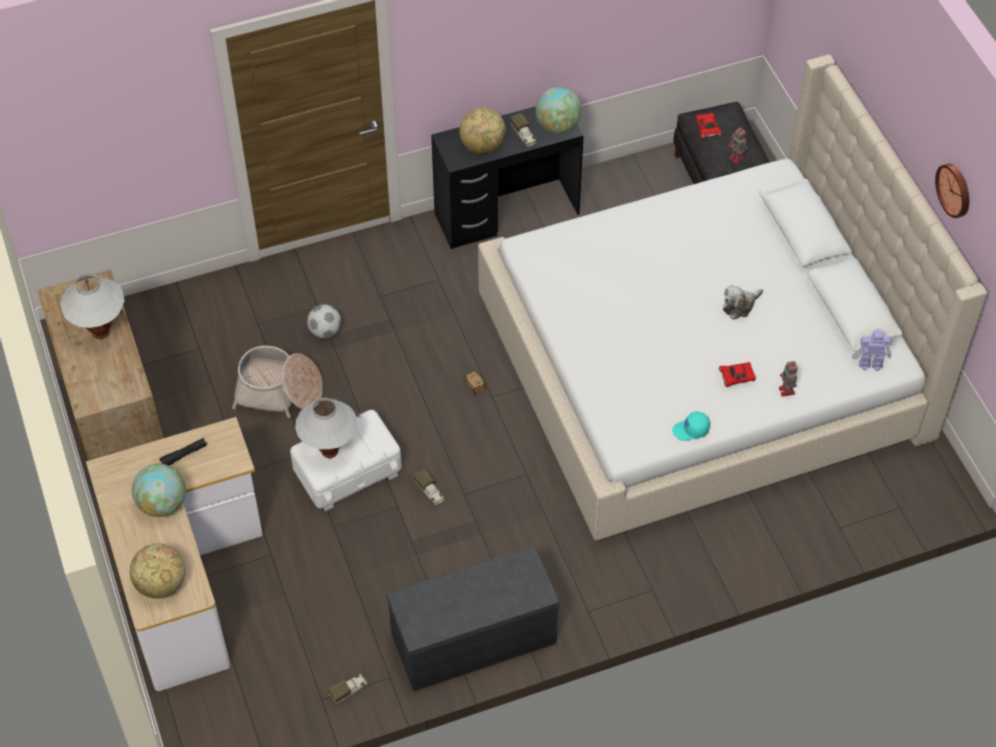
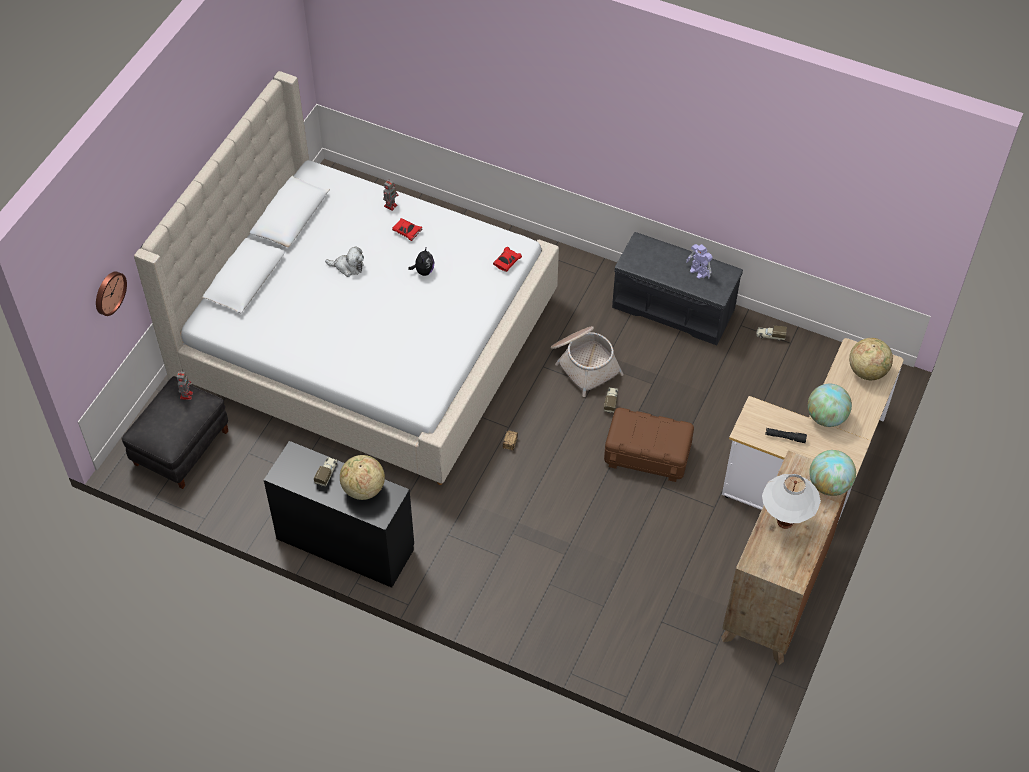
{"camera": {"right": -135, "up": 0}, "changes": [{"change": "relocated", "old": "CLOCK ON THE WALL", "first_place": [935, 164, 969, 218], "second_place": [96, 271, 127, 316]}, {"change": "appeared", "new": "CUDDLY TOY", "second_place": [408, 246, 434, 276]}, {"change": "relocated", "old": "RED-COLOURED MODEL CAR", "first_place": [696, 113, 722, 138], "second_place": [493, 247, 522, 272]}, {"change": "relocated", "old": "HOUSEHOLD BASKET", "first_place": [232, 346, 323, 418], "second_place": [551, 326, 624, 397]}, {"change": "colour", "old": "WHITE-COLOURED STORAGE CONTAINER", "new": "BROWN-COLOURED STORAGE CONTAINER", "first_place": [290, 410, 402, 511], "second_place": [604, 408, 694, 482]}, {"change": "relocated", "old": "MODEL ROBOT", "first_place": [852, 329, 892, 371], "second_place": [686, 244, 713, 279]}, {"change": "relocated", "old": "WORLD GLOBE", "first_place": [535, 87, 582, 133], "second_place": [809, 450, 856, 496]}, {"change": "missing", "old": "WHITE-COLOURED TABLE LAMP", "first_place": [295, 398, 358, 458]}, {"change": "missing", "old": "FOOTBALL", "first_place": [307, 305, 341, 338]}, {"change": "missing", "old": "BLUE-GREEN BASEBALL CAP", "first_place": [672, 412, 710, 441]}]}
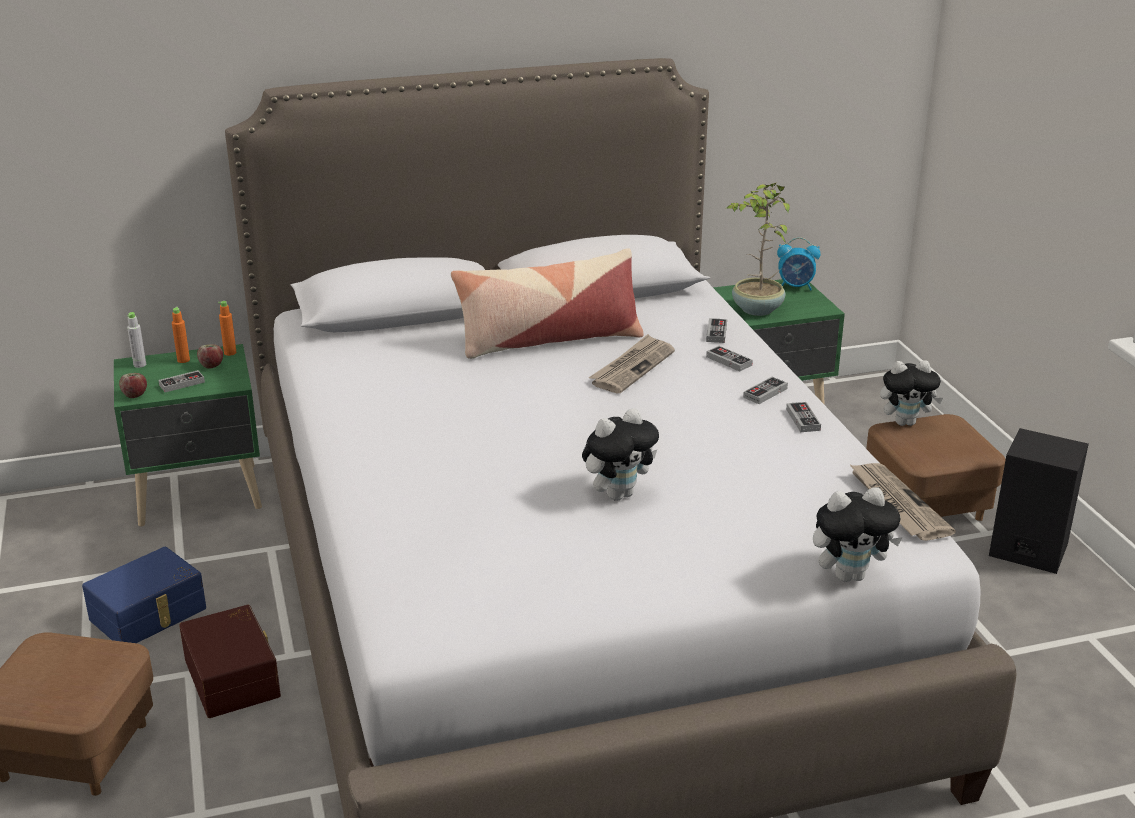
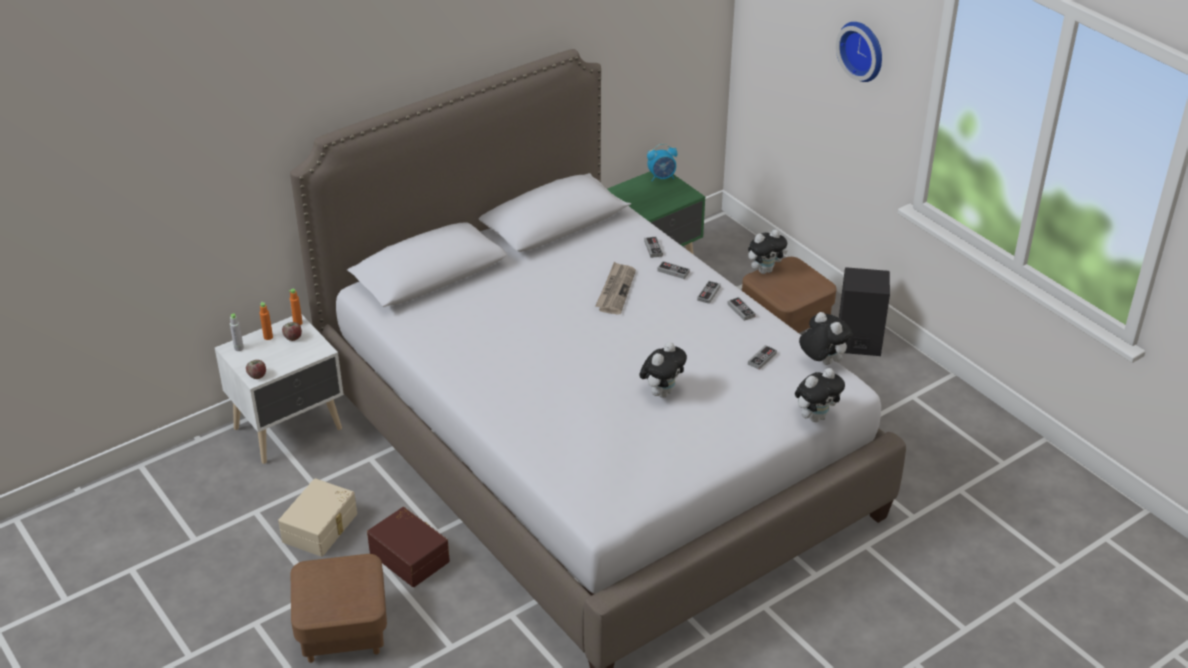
{"camera": {"right": -20, "up": 10}, "changes": [{"change": "colour", "old": "GREEN-COLOURED NIGHT TABLE", "new": "WHITE-COLOURED NIGHT TABLE", "first_place": [114, 344, 262, 526], "second_place": [215, 314, 344, 464]}, {"change": "colour", "old": "BLUE STORAGE CONTAINER", "new": "SAND-COLOURED STORAGE CONTAINER", "first_place": [82, 546, 206, 643], "second_place": [278, 478, 357, 557]}, {"change": "relocated", "old": "GAMEPAD", "first_place": [158, 370, 205, 392], "second_place": [748, 345, 777, 370]}, {"change": "exchanged", "old": "PRINTED PAPER", "new": "CUDDLY TOY", "first_place": [849, 463, 956, 541], "second_place": [799, 312, 852, 365]}, {"change": "appeared", "new": "CLOCK ON THE WALL", "second_place": [836, 22, 882, 82]}, {"change": "missing", "old": "PILLOW", "first_place": [451, 248, 644, 359]}, {"change": "missing", "old": "POTTED PLANT", "first_place": [727, 182, 790, 316]}]}
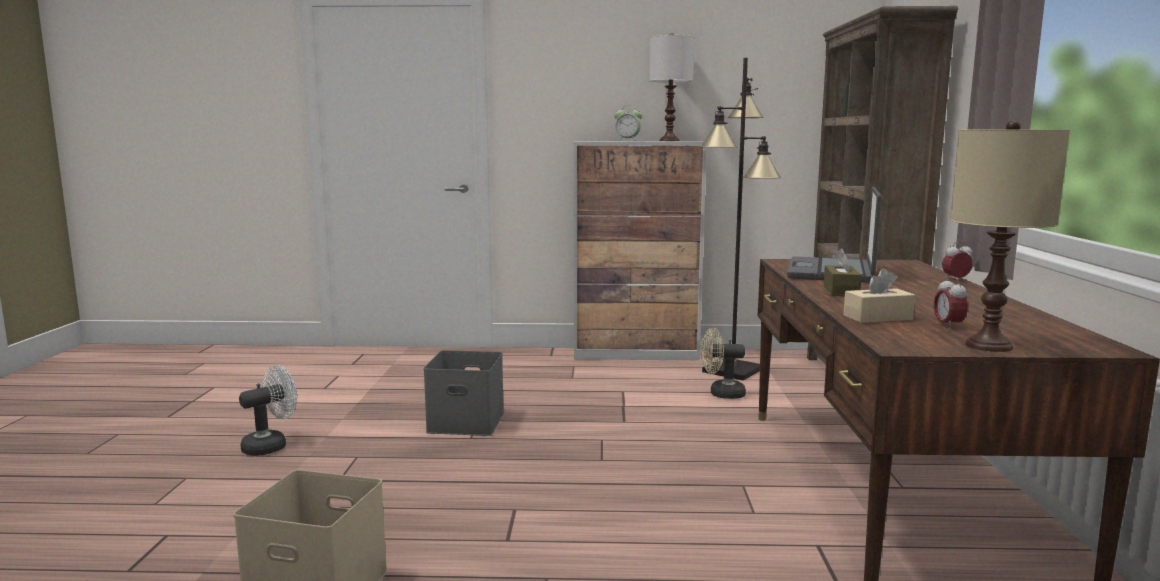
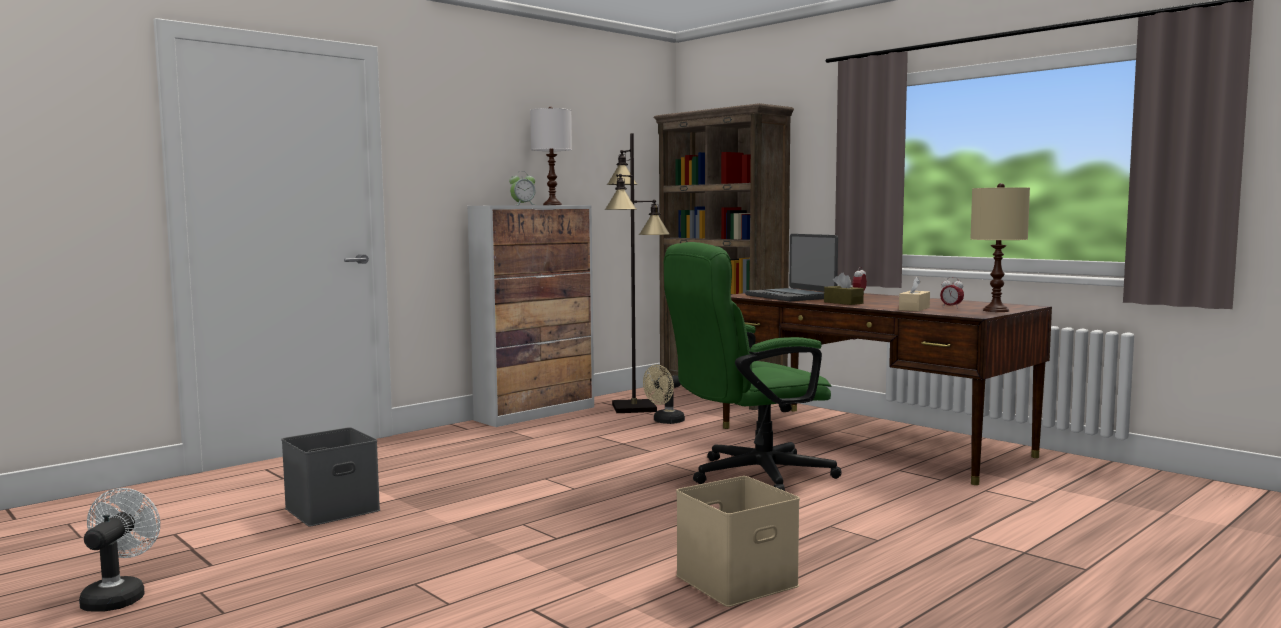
{"camera": {"right": -45, "up": -5}, "changes": [{"change": "relocated", "old": "WHITE-COLOURED ELECTRIC FAN", "first_place": [239, 365, 297, 456], "second_place": [79, 488, 160, 612]}, {"change": "relocated", "old": "GREY STORAGE CONTAINER", "first_place": [423, 350, 504, 436], "second_place": [282, 427, 380, 527]}, {"change": "appeared", "new": "GREEN-COLOURED COMPUTER CHAIR", "second_place": [664, 242, 842, 491]}]}
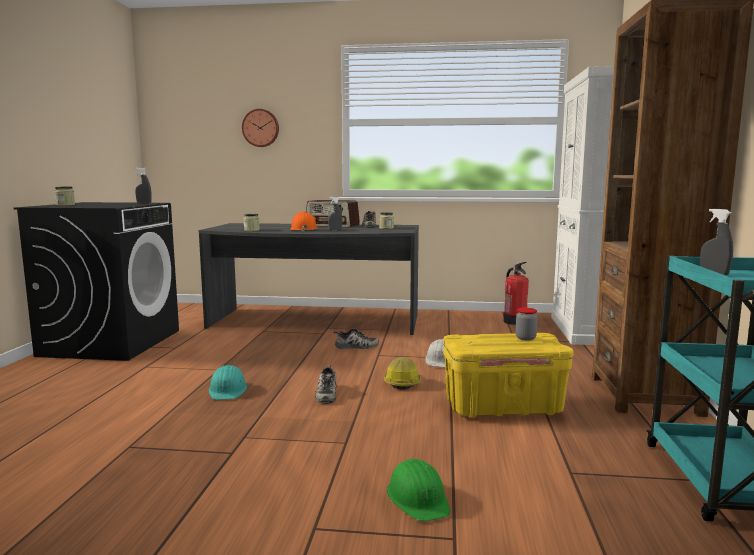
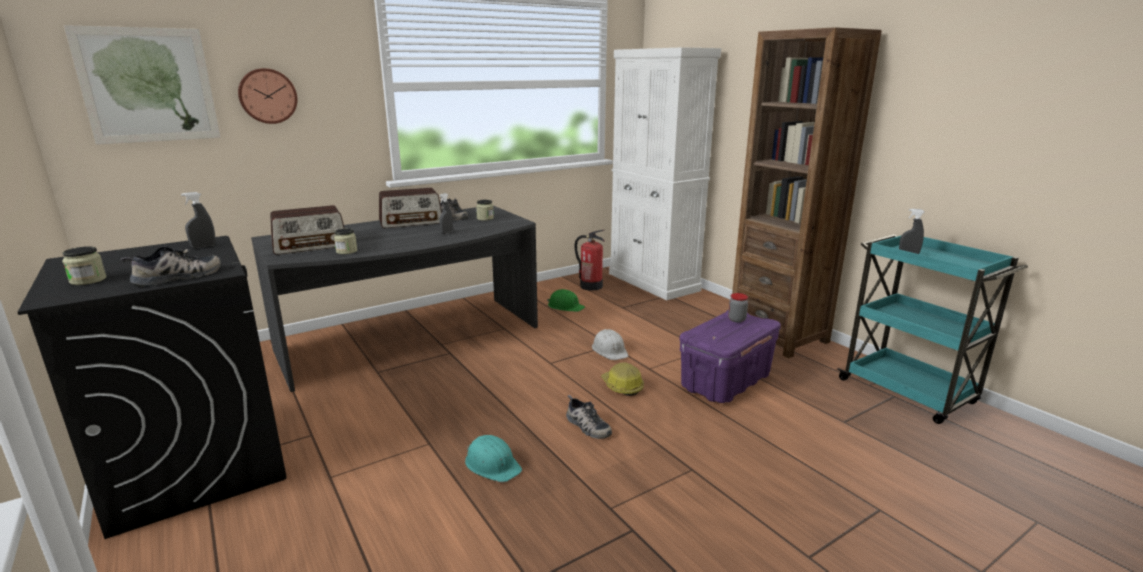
{"camera": {"right": -40, "up": 10}, "changes": [{"change": "appeared", "new": "WALL PICTURE", "second_place": [64, 25, 220, 145]}, {"change": "relocated", "old": "LOW SHOE", "first_place": [333, 328, 379, 349], "second_place": [121, 246, 221, 287]}, {"change": "appeared", "new": "RADIO RECEIVER", "second_place": [270, 205, 344, 255]}, {"change": "relocated", "old": "GREEN-COLOURED HARD HAT", "first_place": [387, 459, 450, 521], "second_place": [547, 289, 585, 312]}, {"change": "colour", "old": "YELLOWISH STORAGE CONTAINER", "new": "PURPLE-COLOURED STORAGE CONTAINER", "first_place": [443, 333, 574, 418], "second_place": [679, 310, 781, 403]}, {"change": "missing", "old": "ORANGE HARD HAT", "first_place": [291, 212, 318, 231]}]}
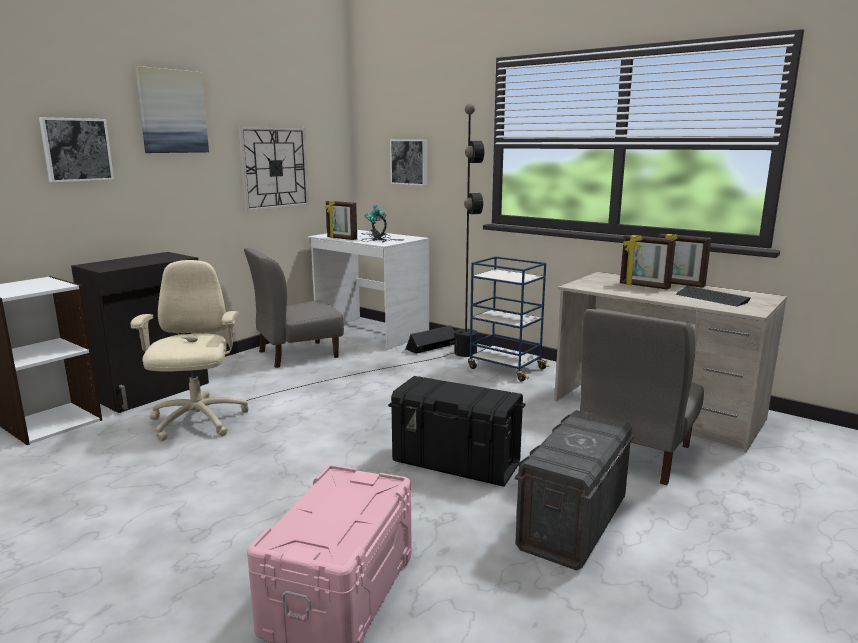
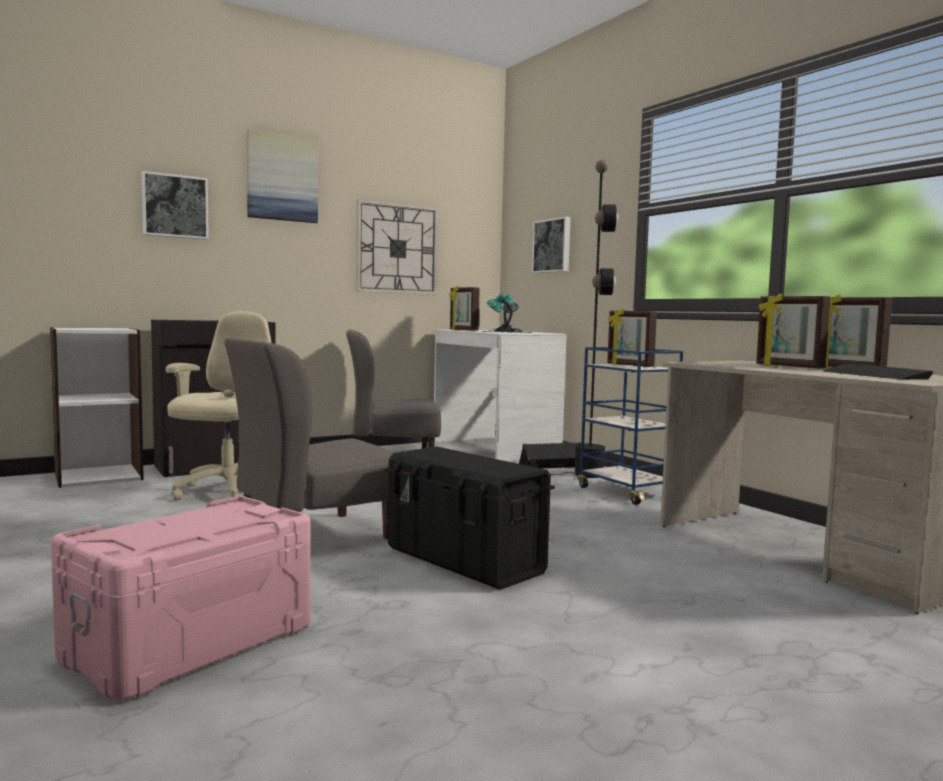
{"camera": {"right": 20, "up": -10}, "changes": [{"change": "relocated", "old": "GREY PLAIN CHAIR", "first_place": [580, 309, 704, 485], "second_place": [225, 338, 394, 540]}, {"change": "appeared", "new": "PHOTO FRAME", "second_place": [607, 308, 657, 367]}, {"change": "missing", "old": "GREY STORAGE CONTAINER", "first_place": [515, 410, 634, 571]}]}
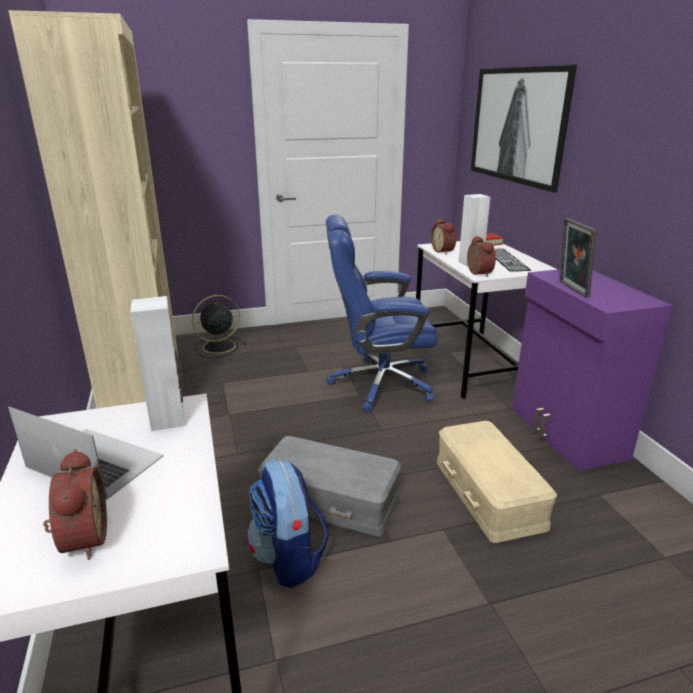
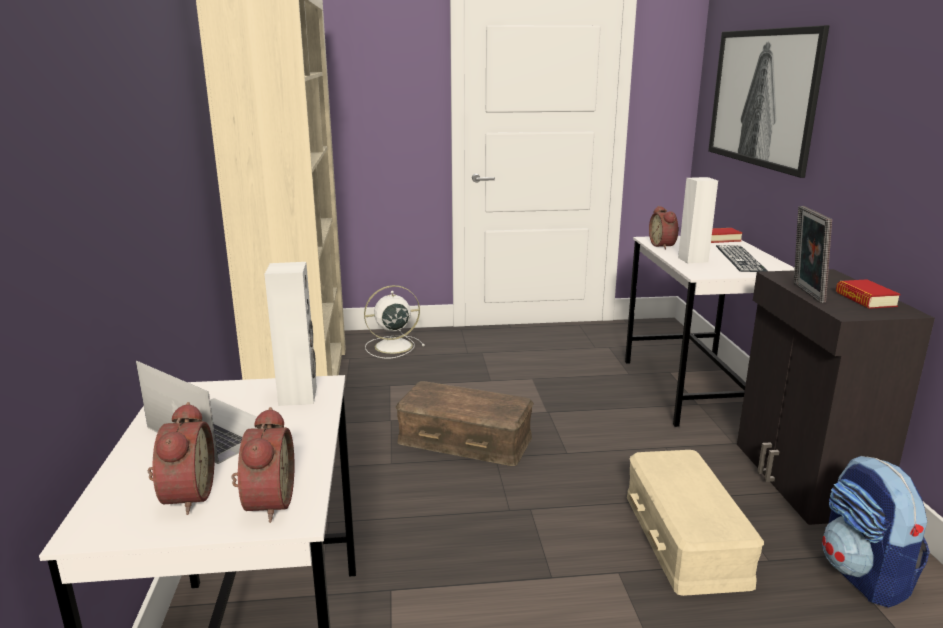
{"camera": {"right": 10, "up": -5}, "changes": [{"change": "relocated", "old": "BEDSIDE CLOCK", "first_place": [467, 236, 496, 277], "second_place": [231, 407, 294, 523]}, {"change": "colour", "old": "BLACK-COLOURED ELECTRIC FAN", "new": "WHITE-COLOURED ELECTRIC FAN", "first_place": [192, 295, 246, 358], "second_place": [364, 285, 425, 358]}, {"change": "appeared", "new": "BROWN-COLOURED STORAGE CONTAINER", "second_place": [396, 381, 534, 466]}, {"change": "colour", "old": "PURPLE-COLOURED STORAGE CABINET", "new": "BLACK-COLOURED STORAGE CABINET", "first_place": [512, 269, 673, 471], "second_place": [737, 269, 935, 525]}, {"change": "relocated", "old": "RUCKSACK", "first_place": [247, 458, 329, 588], "second_place": [822, 456, 930, 608]}, {"change": "appeared", "new": "BOUND BOOK", "second_place": [836, 279, 901, 309]}, {"change": "missing", "old": "GREY STORAGE CONTAINER", "first_place": [258, 436, 401, 536]}, {"change": "missing", "old": "BLUE COMPUTER CHAIR", "first_place": [326, 214, 438, 413]}]}
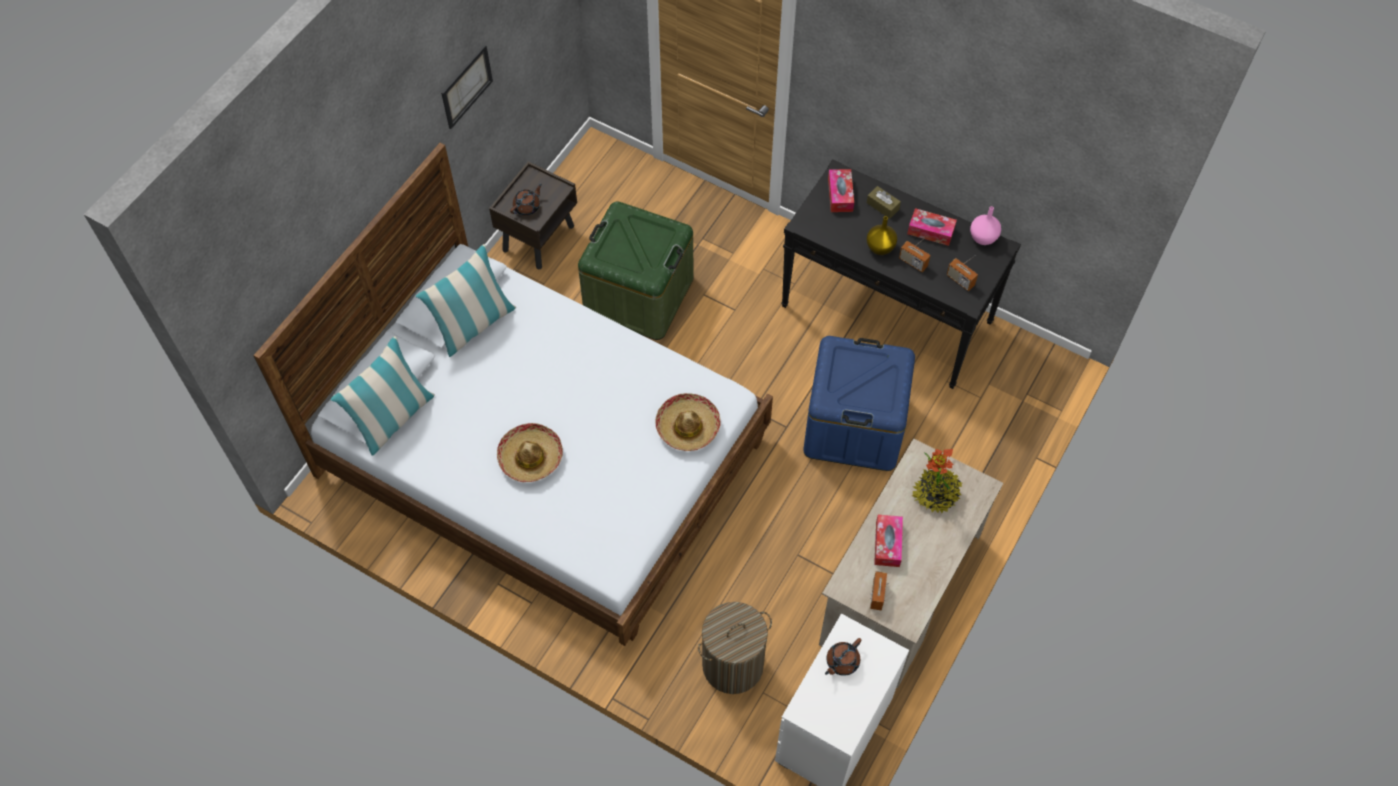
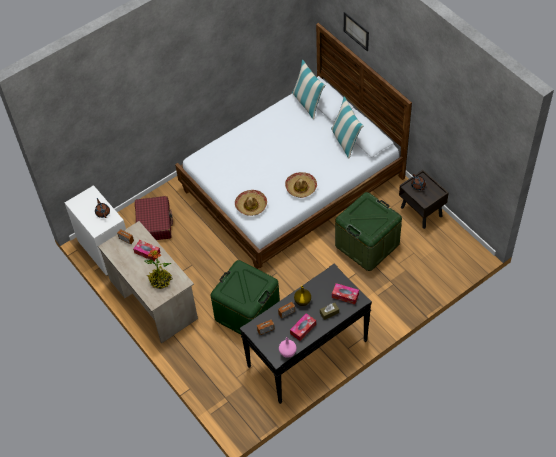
{"camera": {"right": 115, "up": -5}, "changes": [{"change": "exchanged", "old": "LAUNDRY BASKET", "new": "RED-COLOURED PIECE OF LUGGAGE", "first_place": [698, 602, 772, 694], "second_place": [135, 196, 173, 240]}, {"change": "colour", "old": "BLUE STORAGE CONTAINER", "new": "GREEN-COLOURED STORAGE CONTAINER", "first_place": [803, 336, 915, 471], "second_place": [211, 260, 280, 335]}, {"change": "relocated", "old": "CLOTHING HAT", "first_place": [497, 423, 563, 482], "second_place": [285, 172, 317, 198]}, {"change": "relocated", "old": "WALL PICTURE", "first_place": [441, 44, 493, 129], "second_place": [344, 12, 369, 51]}]}
